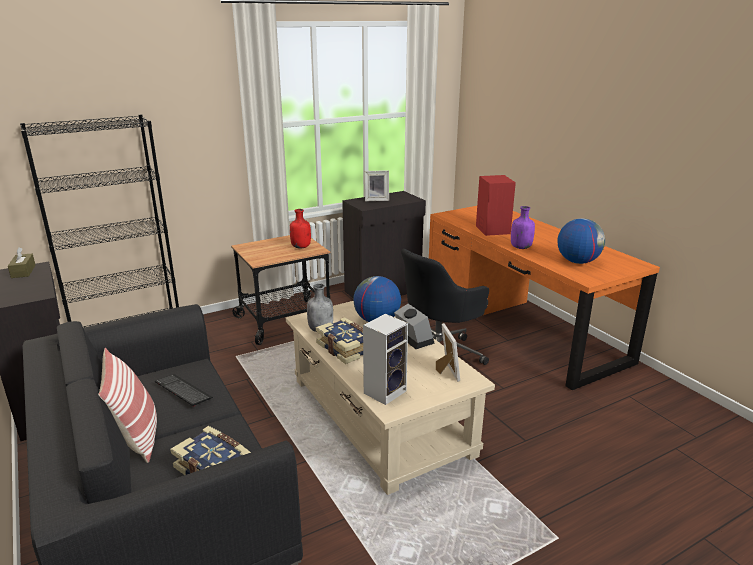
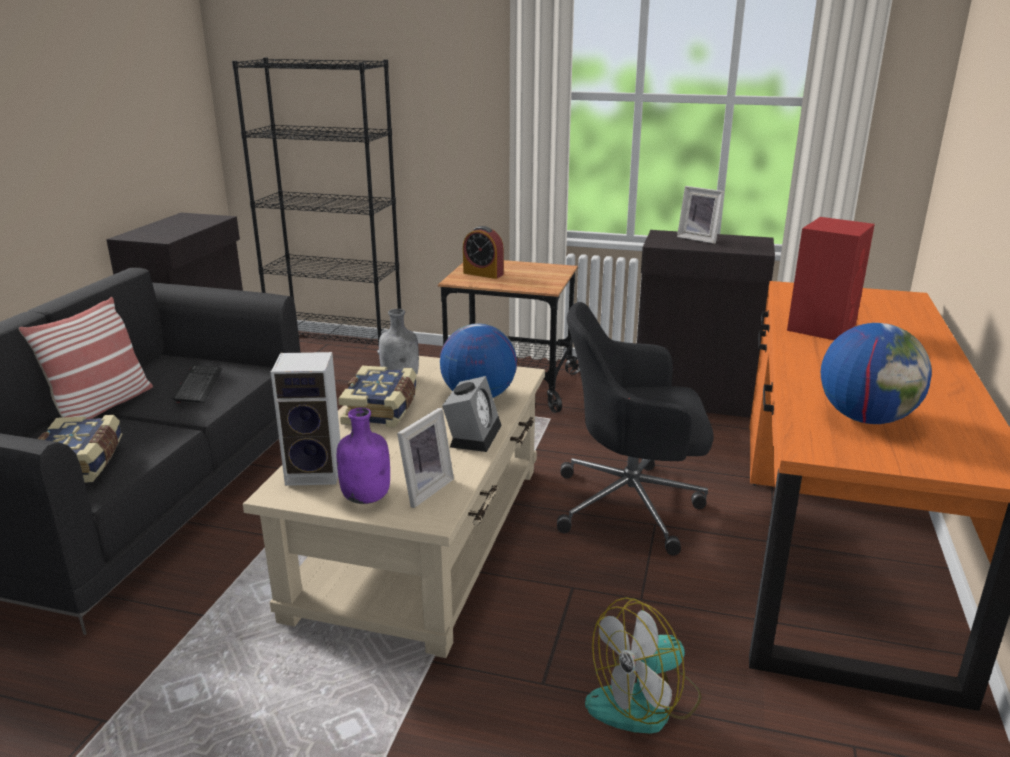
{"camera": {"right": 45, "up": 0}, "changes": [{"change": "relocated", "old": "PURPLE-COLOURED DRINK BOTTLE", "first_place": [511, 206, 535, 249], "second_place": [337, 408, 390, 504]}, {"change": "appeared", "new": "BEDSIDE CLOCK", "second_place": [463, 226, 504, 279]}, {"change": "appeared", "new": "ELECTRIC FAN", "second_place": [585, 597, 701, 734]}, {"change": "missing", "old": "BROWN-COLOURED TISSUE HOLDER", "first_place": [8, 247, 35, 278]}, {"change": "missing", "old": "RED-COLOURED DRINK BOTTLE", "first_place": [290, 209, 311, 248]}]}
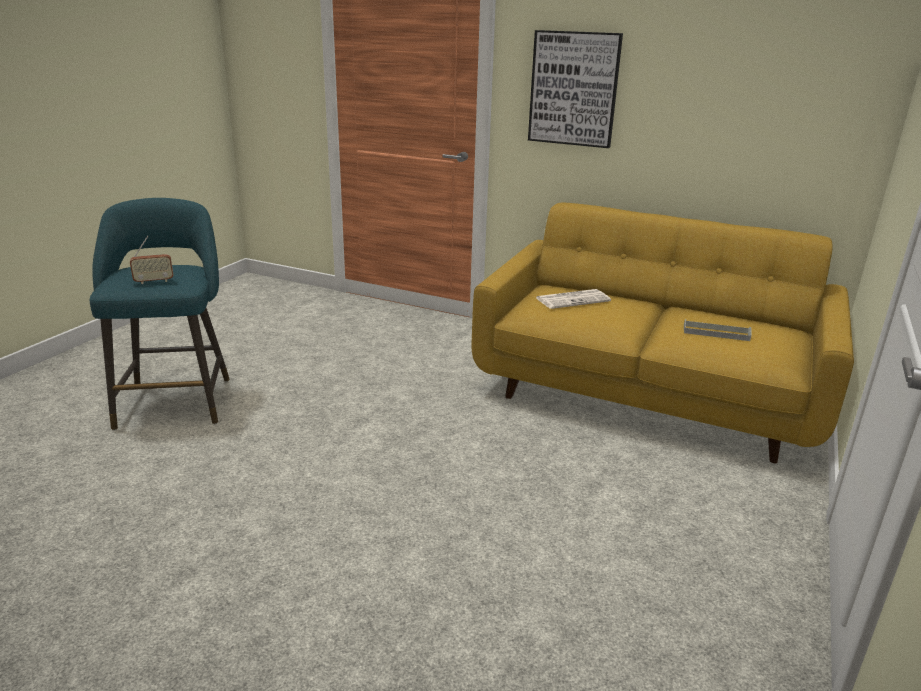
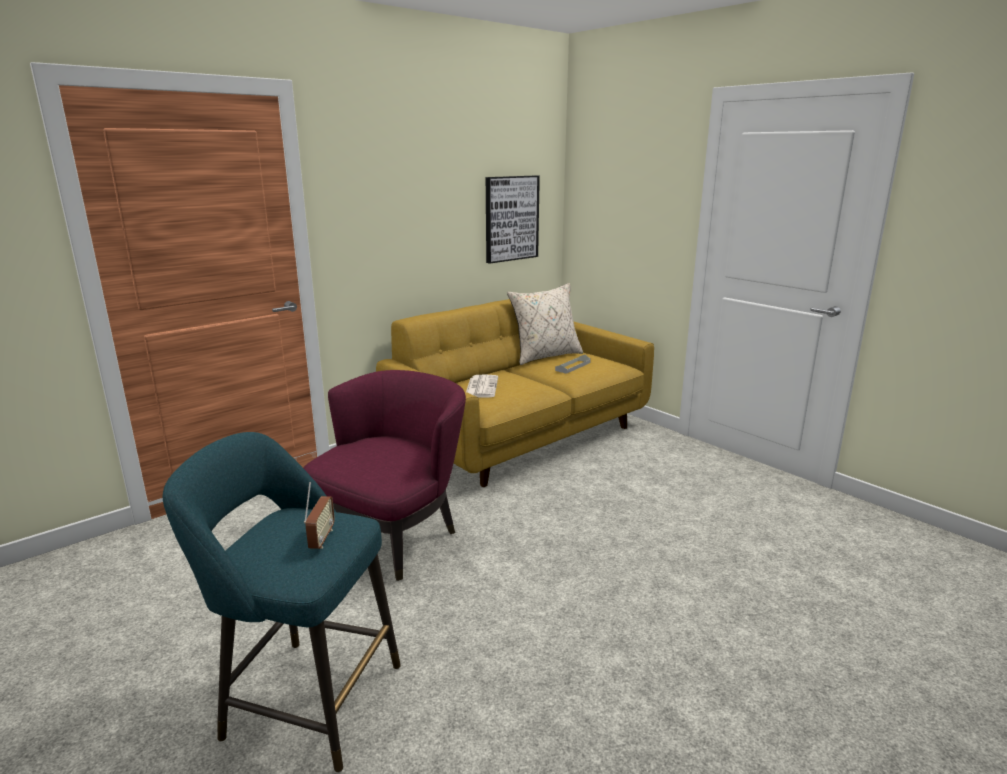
{"camera": {"right": -65, "up": -5}, "changes": [{"change": "appeared", "new": "PURPLE-COLOURED LOUNGE CHAIR", "second_place": [303, 370, 466, 581]}, {"change": "relocated", "old": "WALL PICTURE", "first_place": [528, 30, 623, 148], "second_place": [486, 175, 540, 264]}, {"change": "appeared", "new": "SAND-COLOURED PILLOW", "second_place": [507, 283, 583, 365]}]}
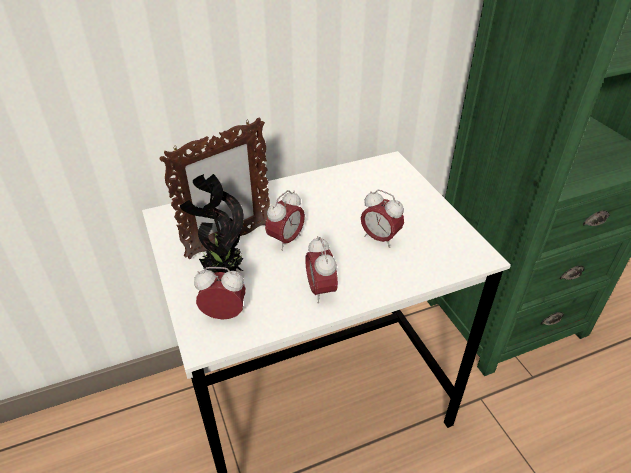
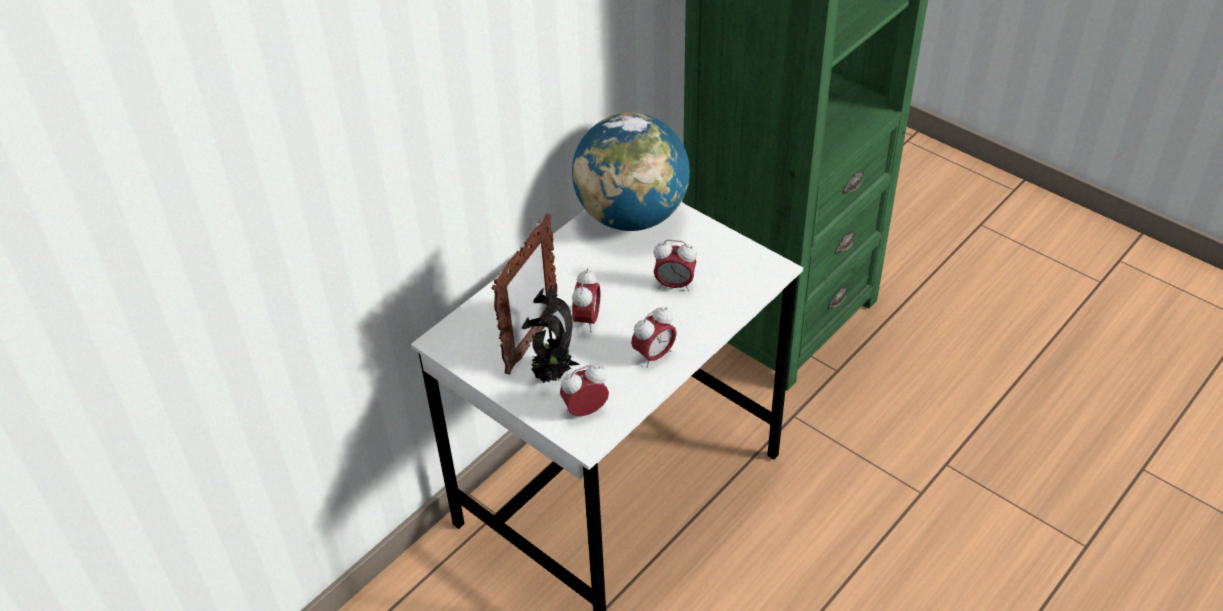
{"camera": {"right": -25, "up": 5}, "changes": [{"change": "appeared", "new": "WORLD GLOBE", "second_place": [572, 112, 690, 231]}, {"change": "spun", "old": "BEDSIDE CLOCK", "first_place": [305, 236, 338, 304], "second_place": [631, 307, 677, 368], "degrees": -90}]}
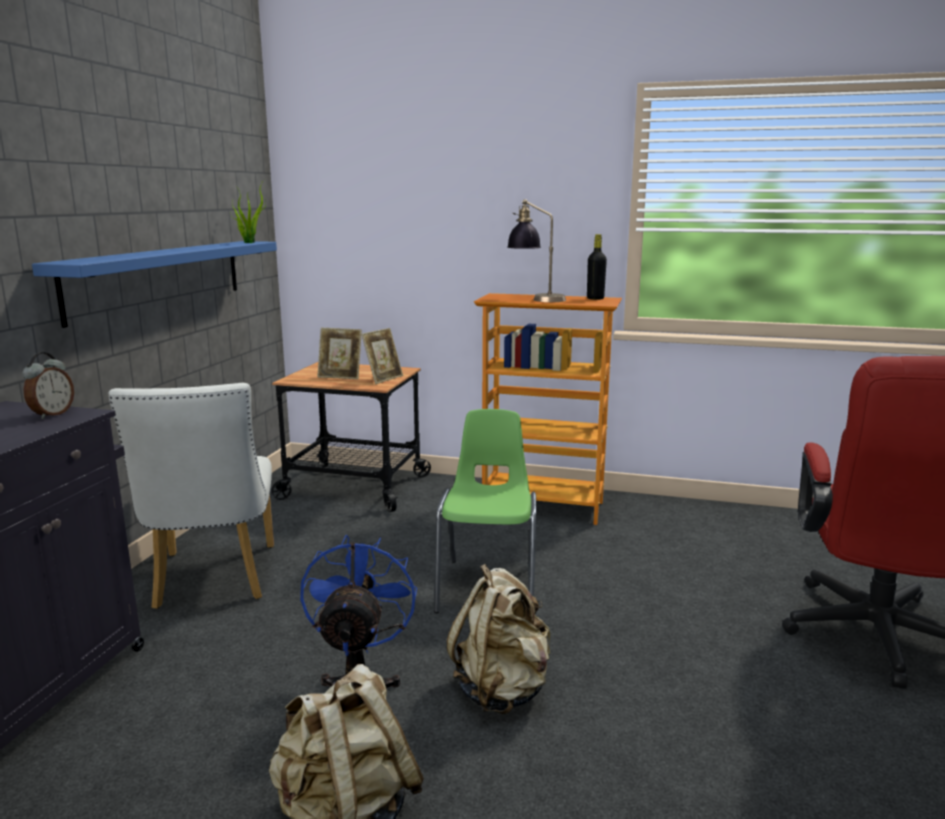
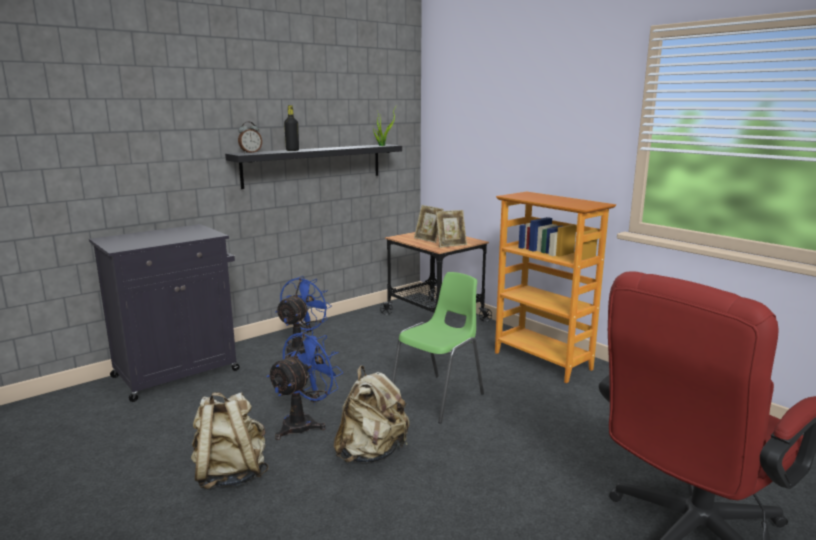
{"camera": {"right": 35, "up": 0}, "changes": [{"change": "colour", "old": "BLUE SHELF", "new": "BLACK-COLOURED SHELF", "first_place": [32, 241, 277, 328], "second_place": [225, 144, 402, 189]}, {"change": "relocated", "old": "BEDSIDE CLOCK", "first_place": [22, 352, 74, 419], "second_place": [238, 121, 262, 153]}, {"change": "exchanged", "old": "WHITE-COLOURED PLAIN CHAIR", "new": "BLUE ELECTRIC FAN", "first_place": [108, 383, 274, 609], "second_place": [275, 276, 332, 359]}, {"change": "relocated", "old": "BLACK-COLOURED DRINK BOTTLE", "first_place": [587, 234, 607, 300], "second_place": [284, 105, 299, 151]}, {"change": "missing", "old": "TABLE LAMP", "first_place": [507, 199, 566, 302]}]}
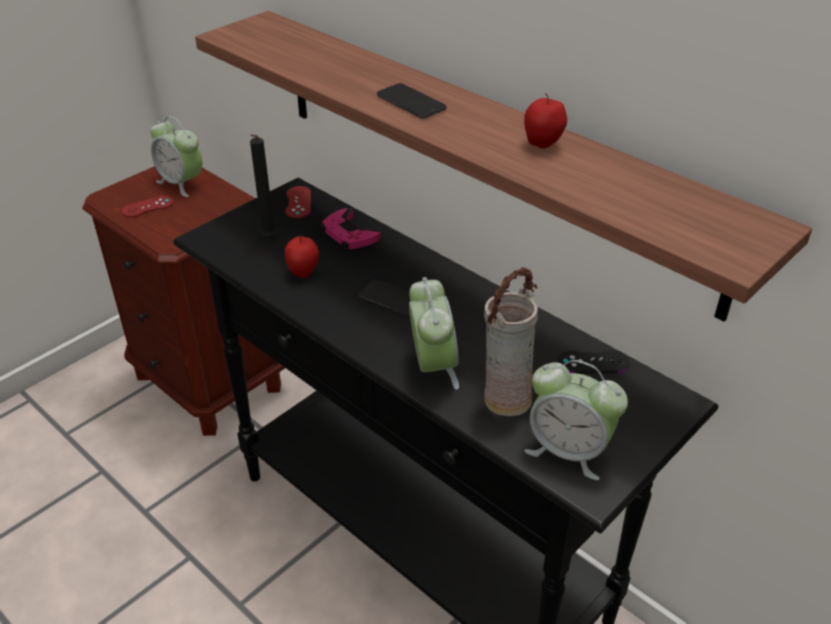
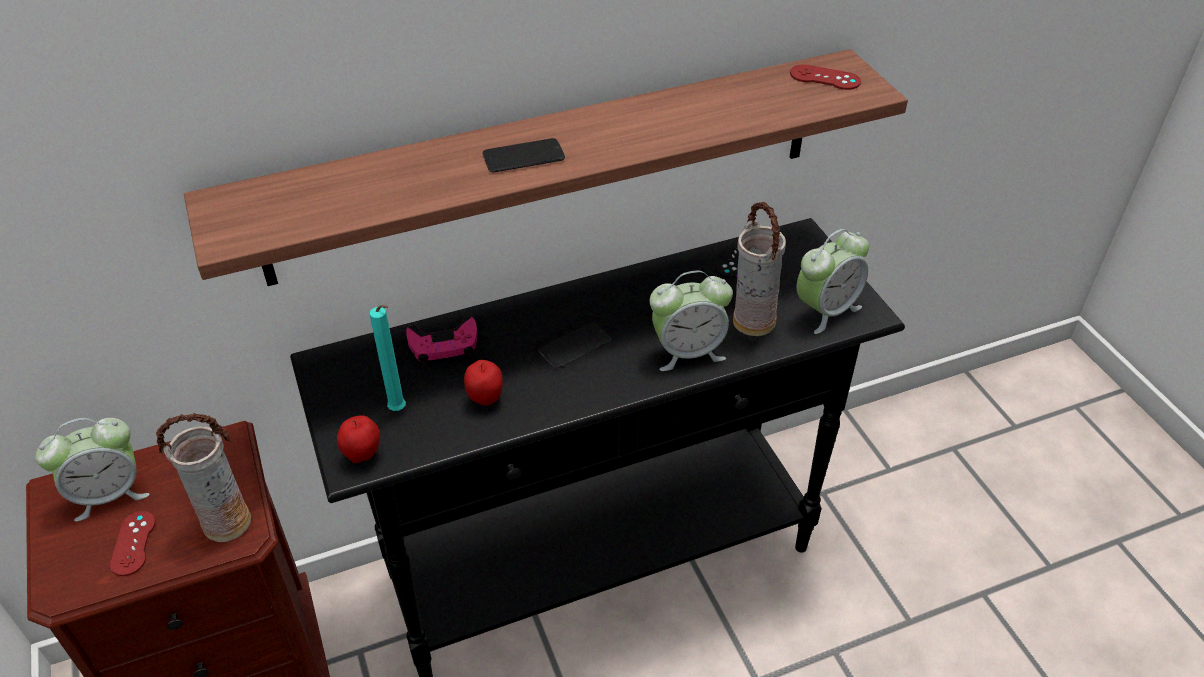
{"camera": {"right": -65, "up": 5}, "changes": [{"change": "appeared", "new": "FLOWER VASE", "second_place": [156, 413, 251, 542]}, {"change": "relocated", "old": "APPLE FRUIT", "first_place": [524, 93, 567, 148], "second_place": [337, 415, 380, 463]}, {"change": "colour", "old": "BLACK-COLOURED WAX CANDLE", "new": "BLUE-GREEN WAX CANDLE", "first_place": [250, 134, 276, 237], "second_place": [370, 305, 406, 411]}, {"change": "spun", "old": "BEDSIDE CLOCK", "first_place": [409, 277, 459, 390], "second_place": [650, 271, 733, 371], "degrees": 150}, {"change": "relocated", "old": "RED-COLOURED GAMEPAD", "first_place": [285, 186, 311, 218], "second_place": [790, 64, 861, 90]}]}
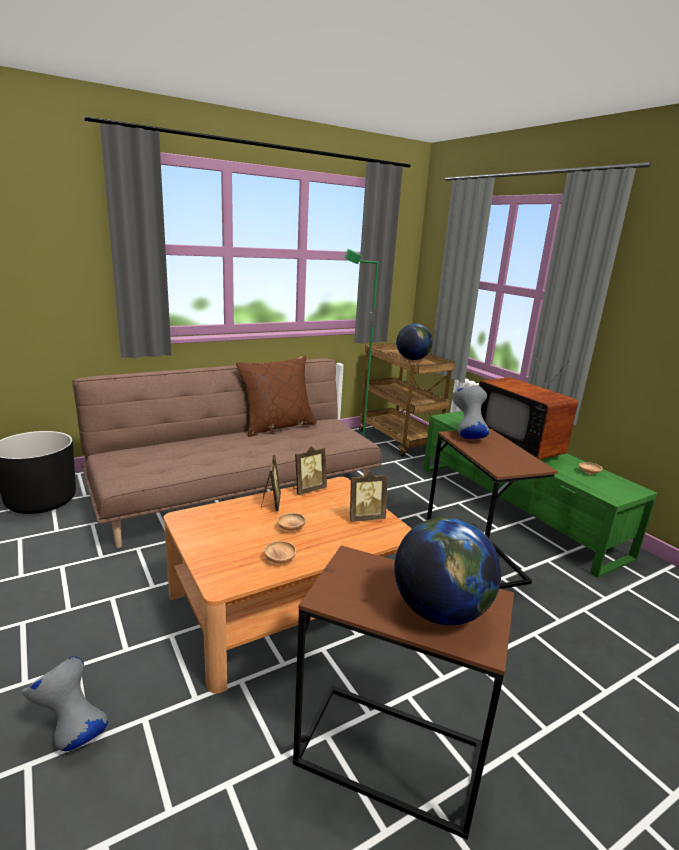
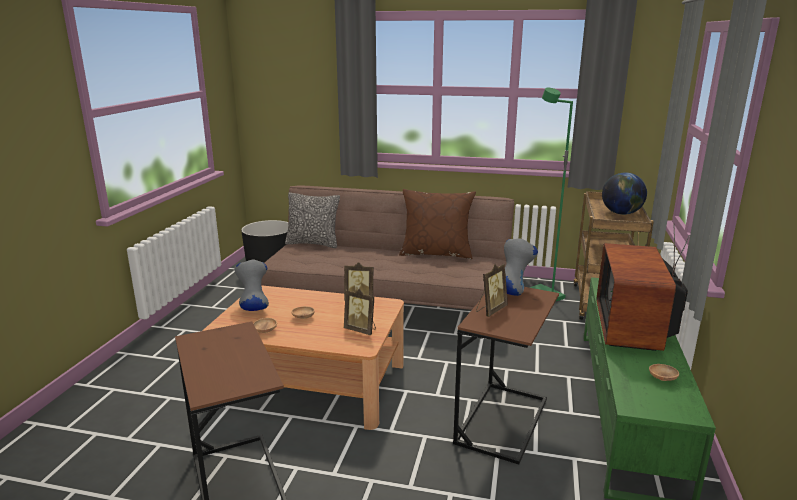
{"camera": {"right": 45, "up": 0}, "changes": [{"change": "relocated", "old": "GREY FLOWER VASE", "first_place": [22, 656, 108, 751], "second_place": [234, 259, 269, 311]}, {"change": "appeared", "new": "PILLOW", "second_place": [285, 192, 340, 248]}, {"change": "relocated", "old": "PHOTO FRAME", "first_place": [261, 455, 281, 511], "second_place": [476, 264, 508, 317]}, {"change": "missing", "old": "WORLD GLOBE", "first_place": [394, 517, 501, 625]}]}
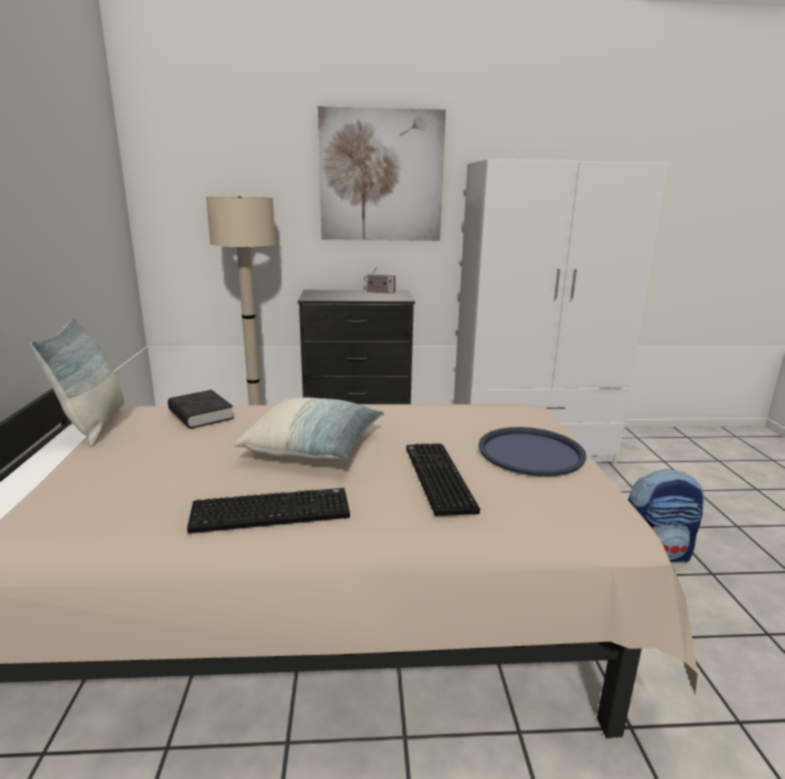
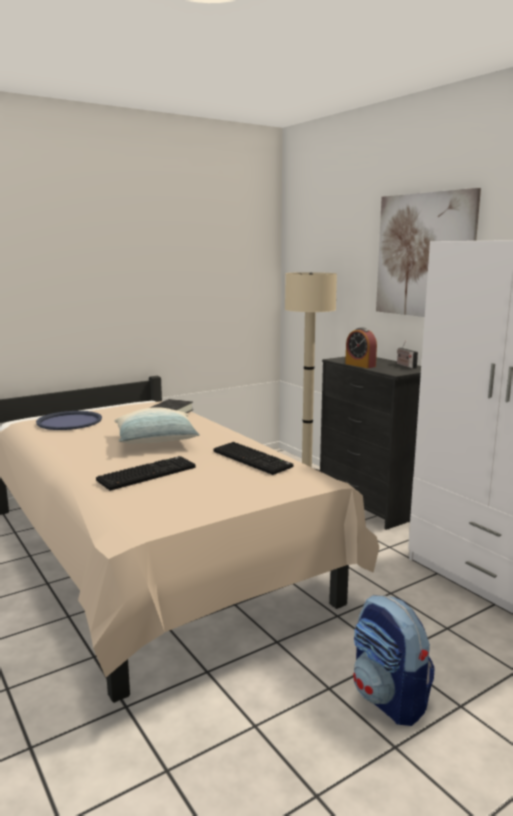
{"camera": {"right": 60, "up": -5}, "changes": [{"change": "relocated", "old": "BLUE TRAY", "first_place": [478, 427, 587, 477], "second_place": [36, 411, 102, 430]}, {"change": "relocated", "old": "COMPUTER KEYBOARD", "first_place": [187, 488, 350, 533], "second_place": [213, 442, 293, 475]}, {"change": "appeared", "new": "BEDSIDE CLOCK", "second_place": [345, 327, 377, 368]}, {"change": "missing", "old": "PILLOW", "first_place": [30, 318, 124, 446]}]}
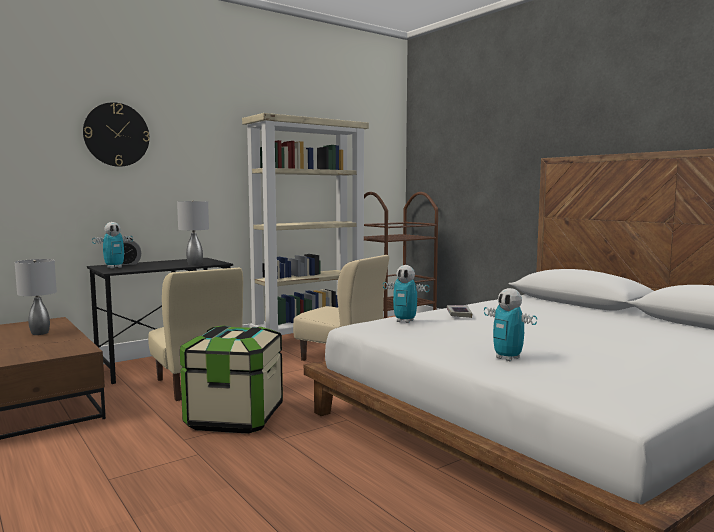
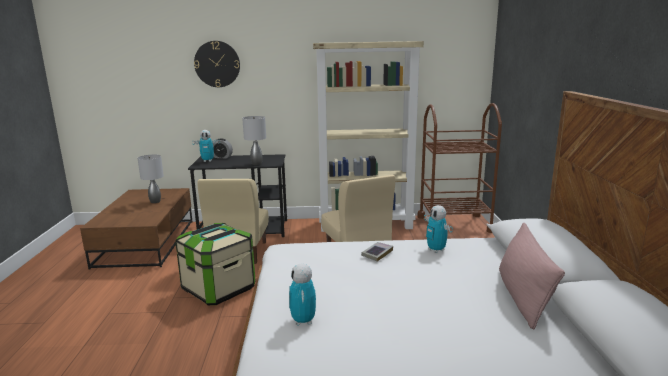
{"camera": {"right": 35, "up": 10}, "changes": [{"change": "relocated", "old": "MODEL ROBOT", "first_place": [383, 265, 429, 323], "second_place": [424, 205, 453, 253]}, {"change": "appeared", "new": "PINKISH PILLOW", "second_place": [499, 223, 565, 330]}]}
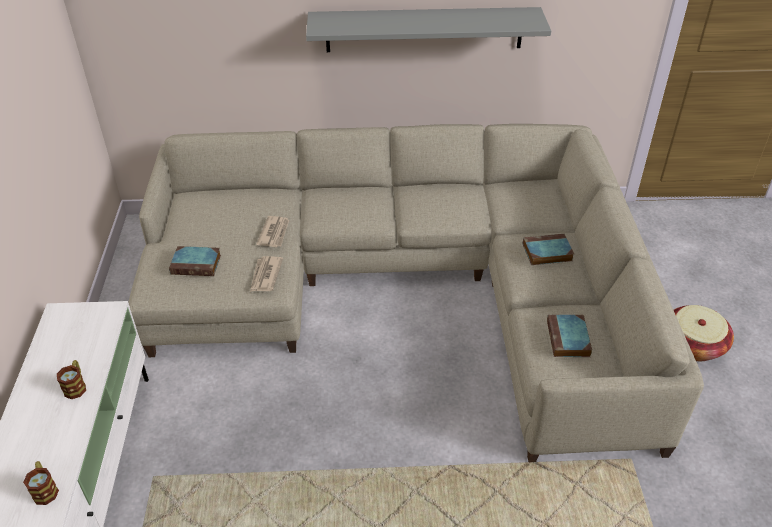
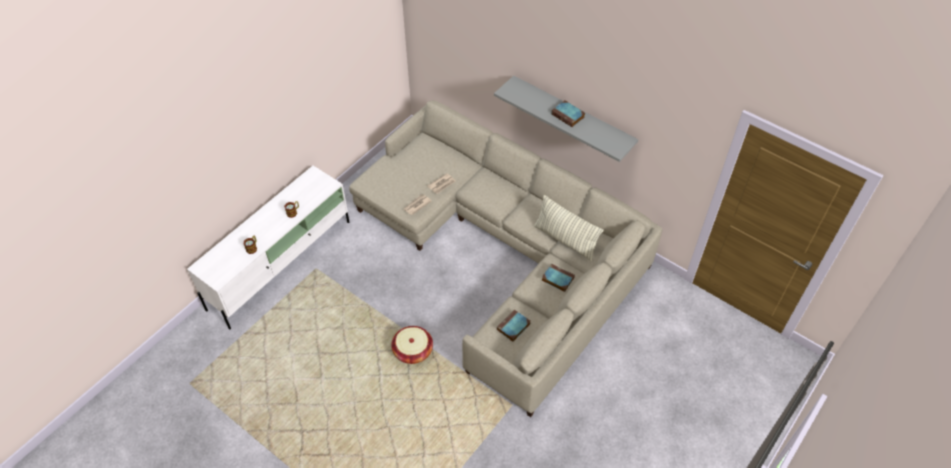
{"camera": {"right": 40, "up": 10}, "changes": [{"change": "relocated", "old": "HOUSEHOLD BASKET", "first_place": [674, 305, 734, 361], "second_place": [391, 326, 433, 364]}, {"change": "appeared", "new": "PILLOW", "second_place": [534, 195, 604, 262]}, {"change": "relocated", "old": "BOUND BOOK", "first_place": [169, 246, 221, 276], "second_place": [551, 100, 585, 127]}]}
